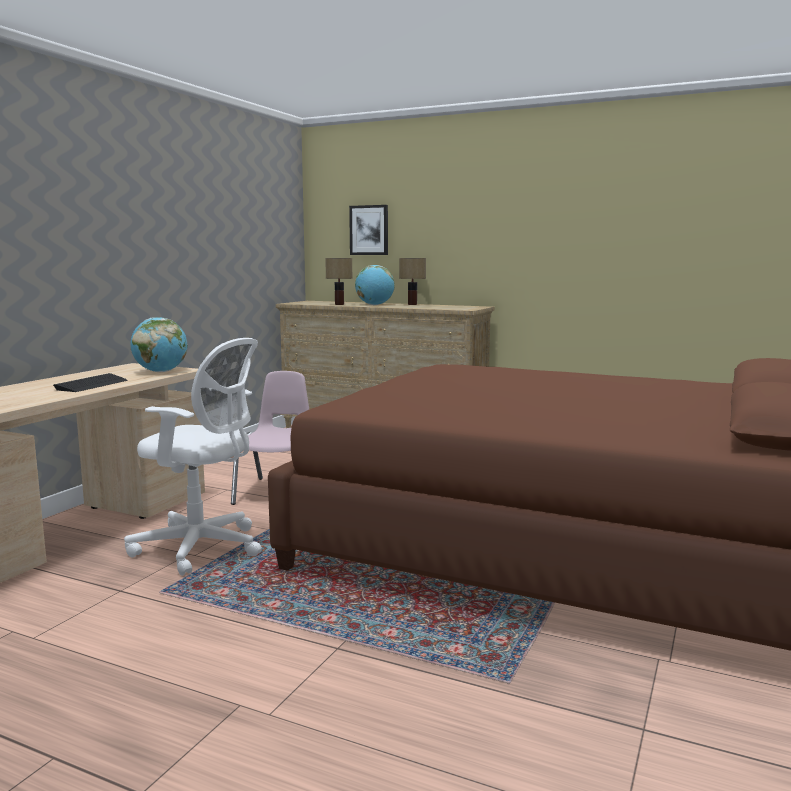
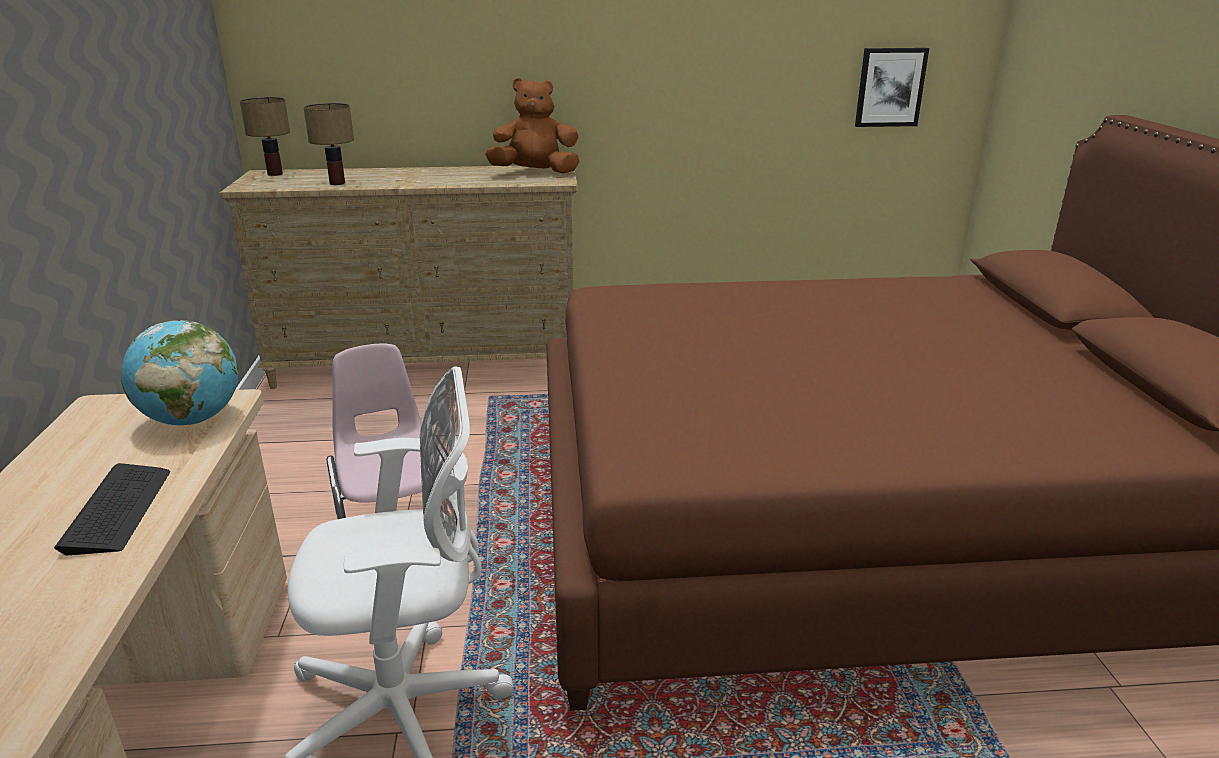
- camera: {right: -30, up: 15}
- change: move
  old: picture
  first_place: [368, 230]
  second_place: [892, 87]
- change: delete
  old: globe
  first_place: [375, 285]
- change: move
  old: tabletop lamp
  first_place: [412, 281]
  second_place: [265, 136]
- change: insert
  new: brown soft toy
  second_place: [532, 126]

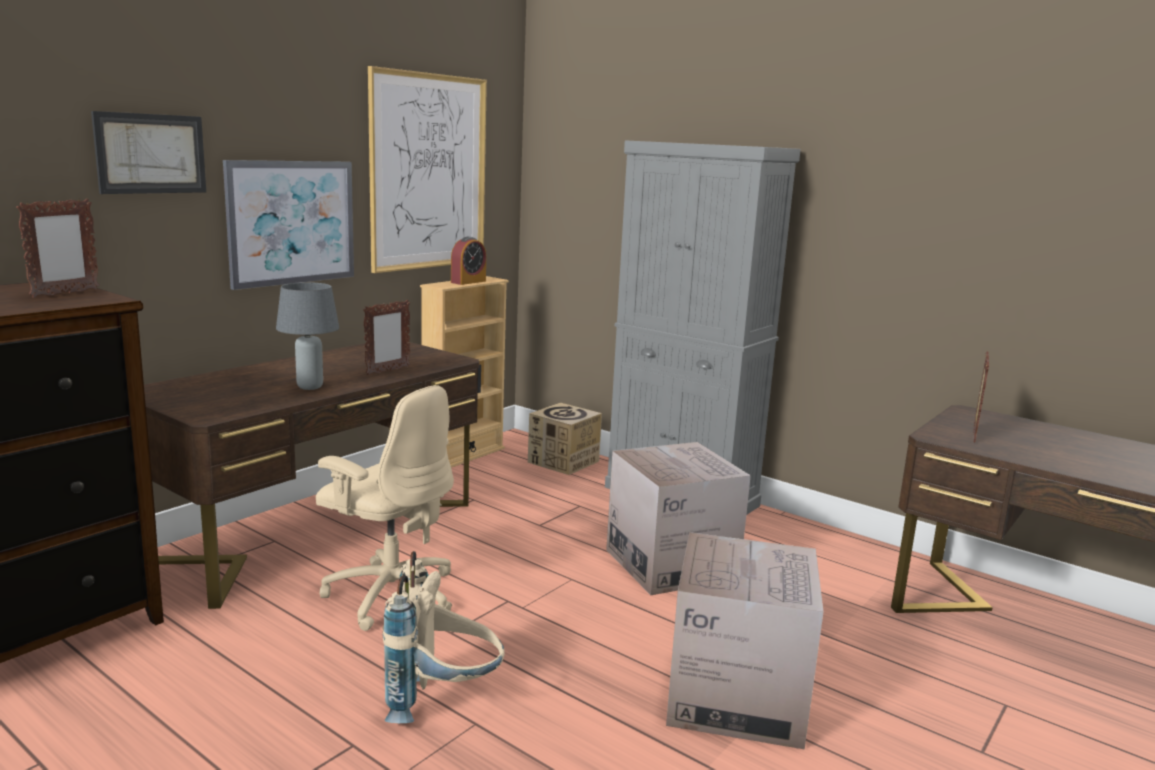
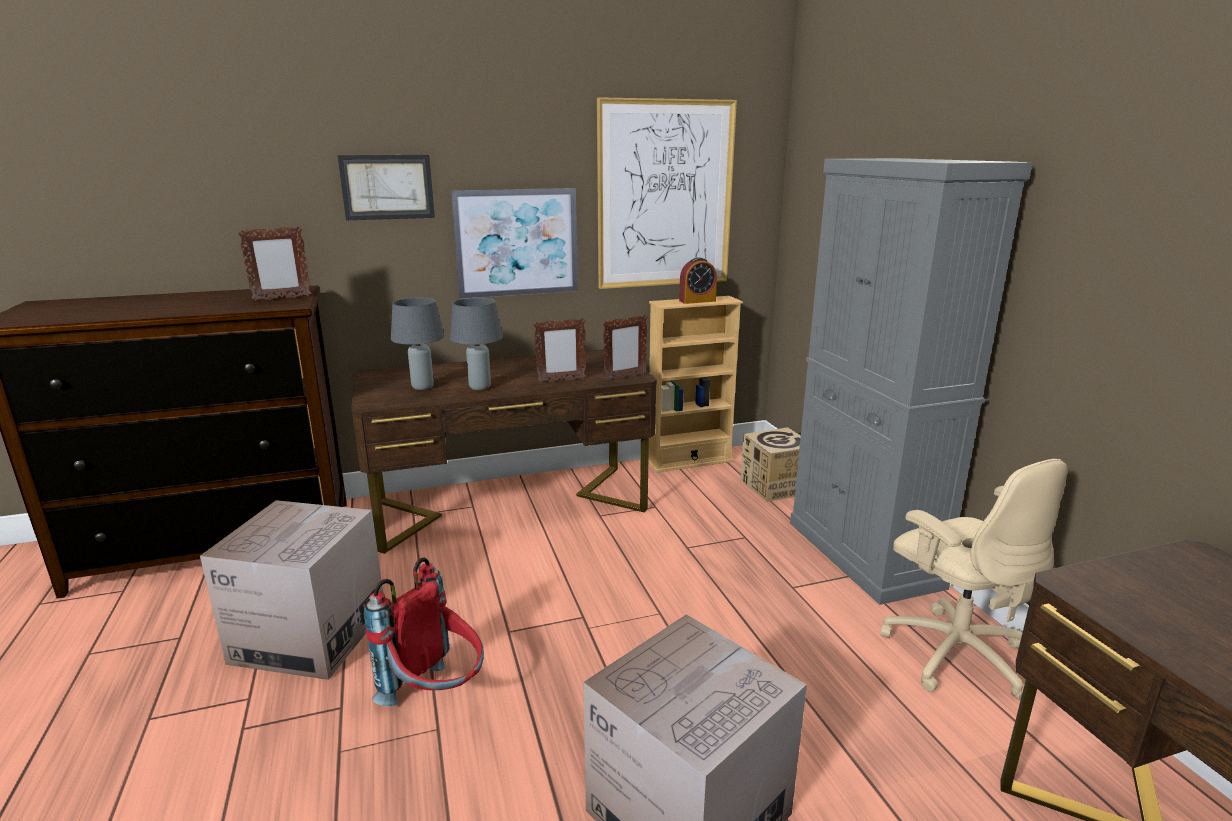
- camera: {right: 35, up: 5}
- change: move
  old: beige office chair
  first_place: [385, 508]
  second_place: [973, 579]
- change: recolor
  old: beige rucksack
  new: reddish rucksack
  first_place: [444, 637]
  second_place: [424, 632]
- change: move
  old: carton
  first_place: [678, 518]
  second_place: [291, 590]
- change: move
  old: photo frame
  first_place: [981, 396]
  second_place: [625, 348]
- change: insert
  new: greyish tabletop lamp
  second_place: [418, 343]

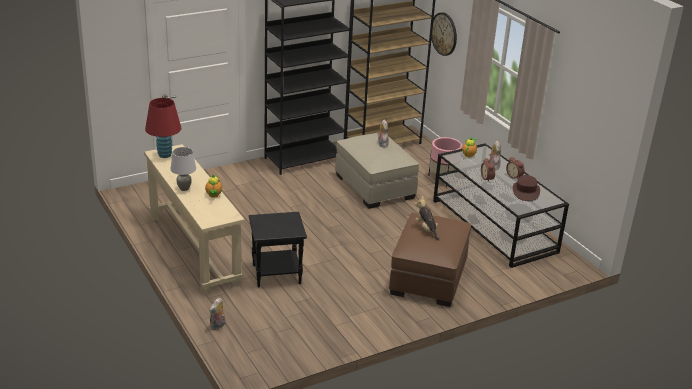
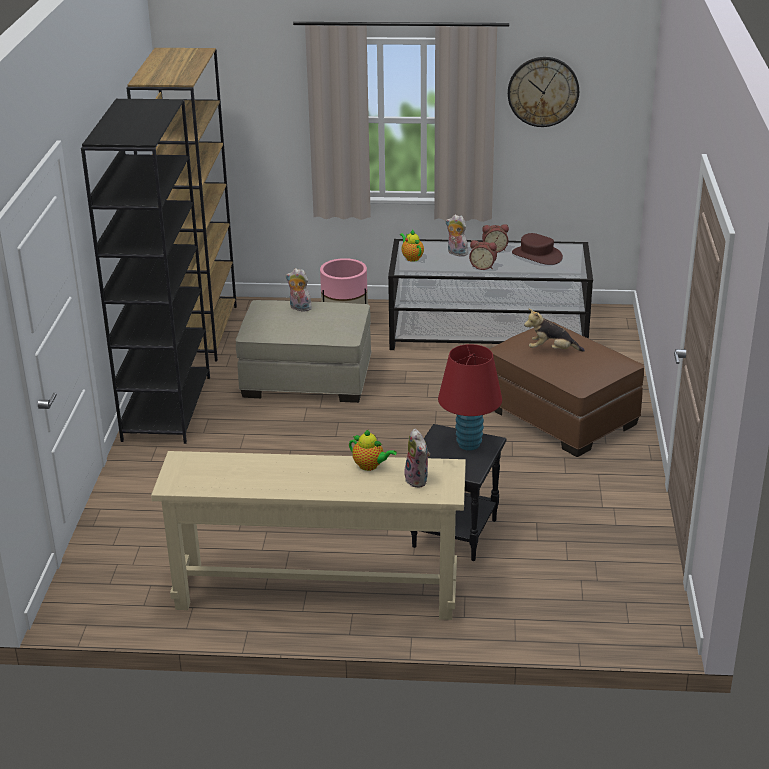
- camera: {right: -55, up: 0}
- change: move
  old: reddish tabletop lamp
  first_place: [163, 128]
  second_place: [470, 397]
- change: delete
  old: greyish tabletop lamp
  first_place: [183, 169]
- change: move
  old: soft toy
  first_place: [217, 314]
  second_place: [417, 458]
- change: move
  old: hanging clock
  first_place: [444, 34]
  second_place: [543, 92]

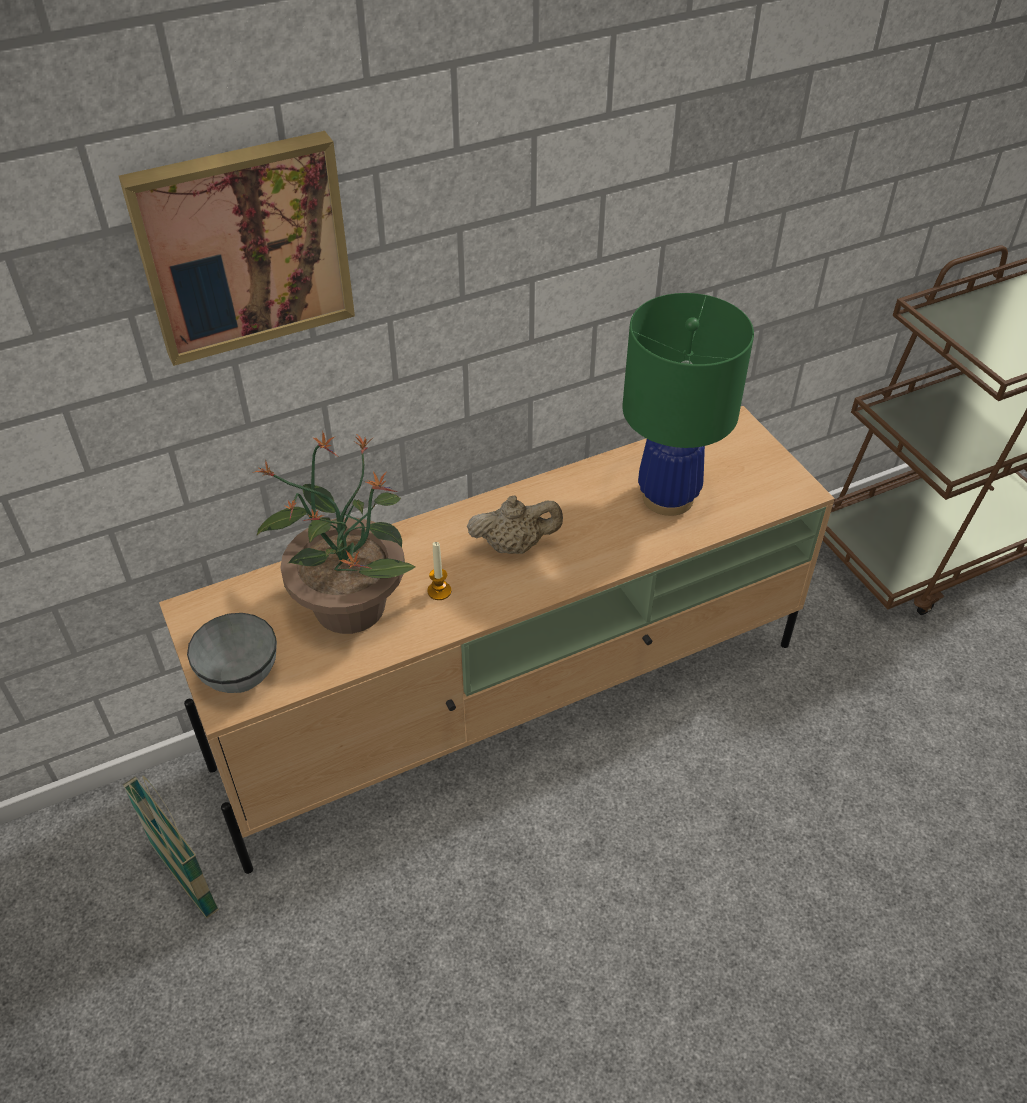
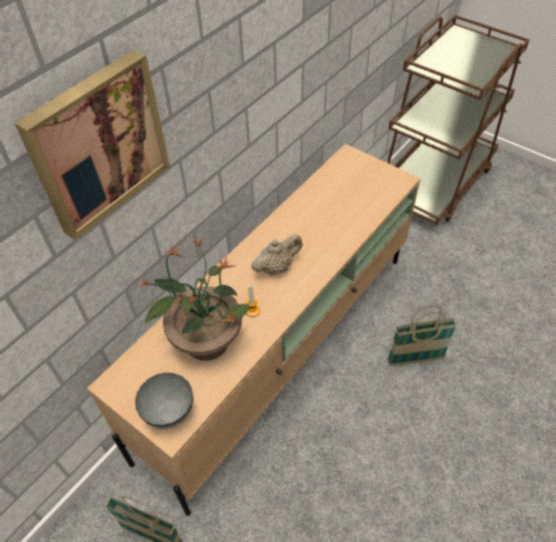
- camera: {right: -25, up: 5}
- change: delete
  old: green tabletop lamp
  first_place: [688, 404]
- change: insert
  new: basket
  second_place: [422, 336]

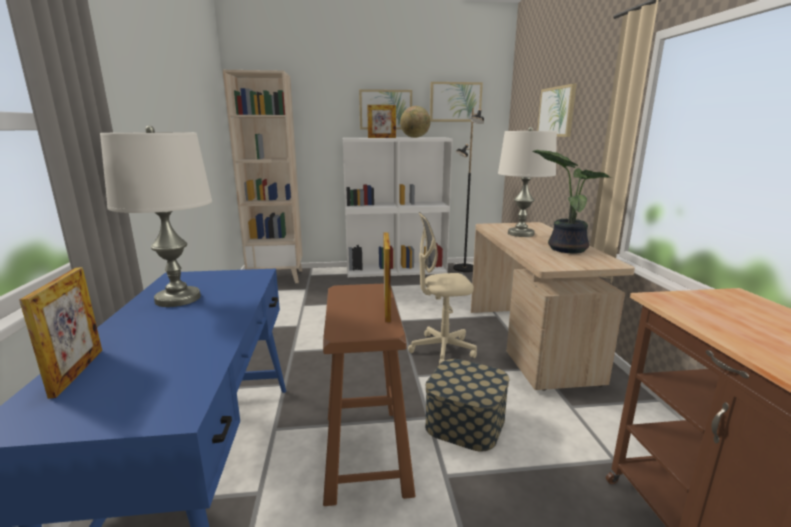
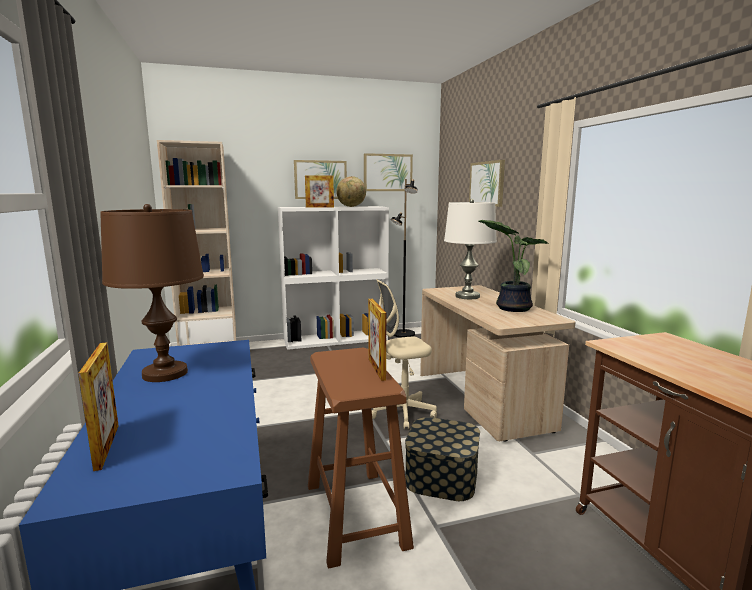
- camera: {right: -10, up: -5}
- change: recolor
  old: white-coloured tabletop lamp
  new: brown tabletop lamp
  first_place: [156, 216]
  second_place: [152, 293]

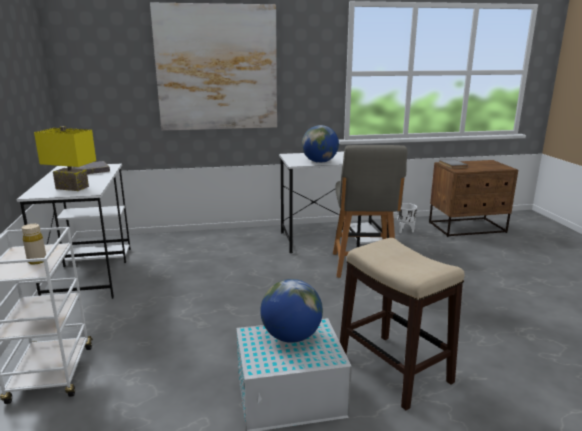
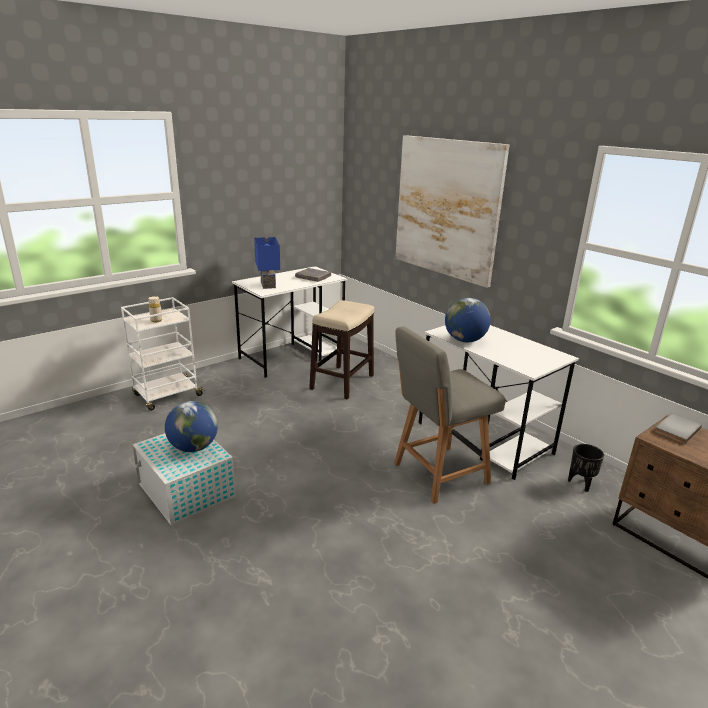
- camera: {right: 60, up: 5}
- change: recolor
  old: yellowish tabletop lamp
  new: blue tabletop lamp
  first_place: [65, 158]
  second_place: [267, 263]
- change: move
  old: sitting stool
  first_place: [402, 324]
  second_place: [341, 350]
- change: recolor
  old: white-coloured plant pot
  new: blackish plant pot
  first_place: [407, 218]
  second_place: [586, 468]

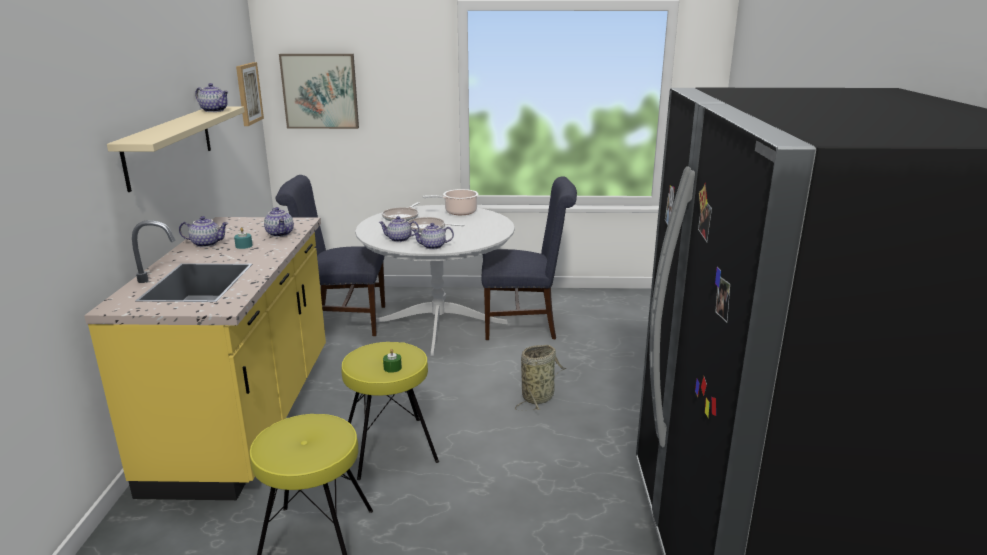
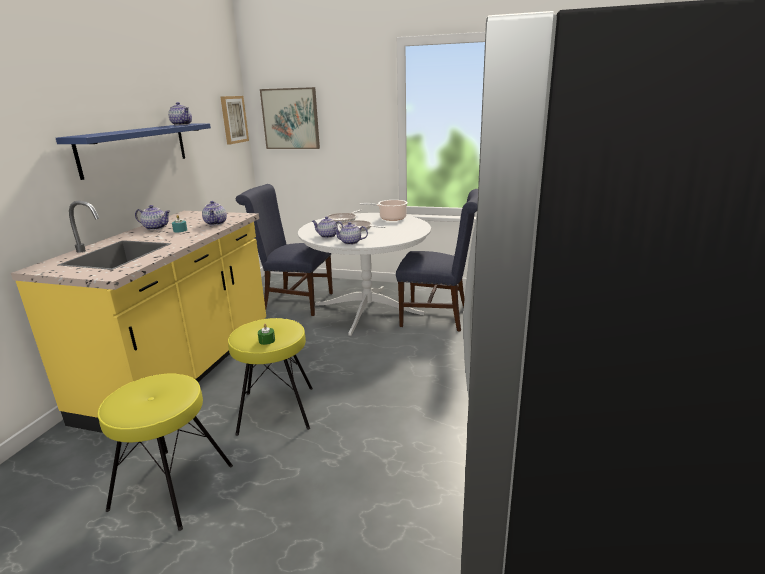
- camera: {right: 15, up: 0}
- change: recolor
  old: beige shelf
  new: blue shelf
  first_place: [176, 149]
  second_place: [133, 151]
- change: delete
  old: basket
  first_place: [541, 378]

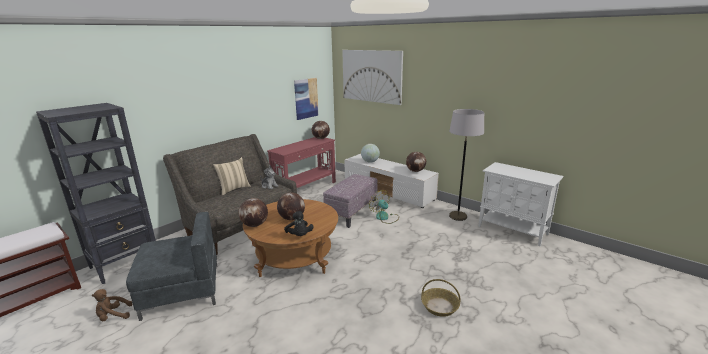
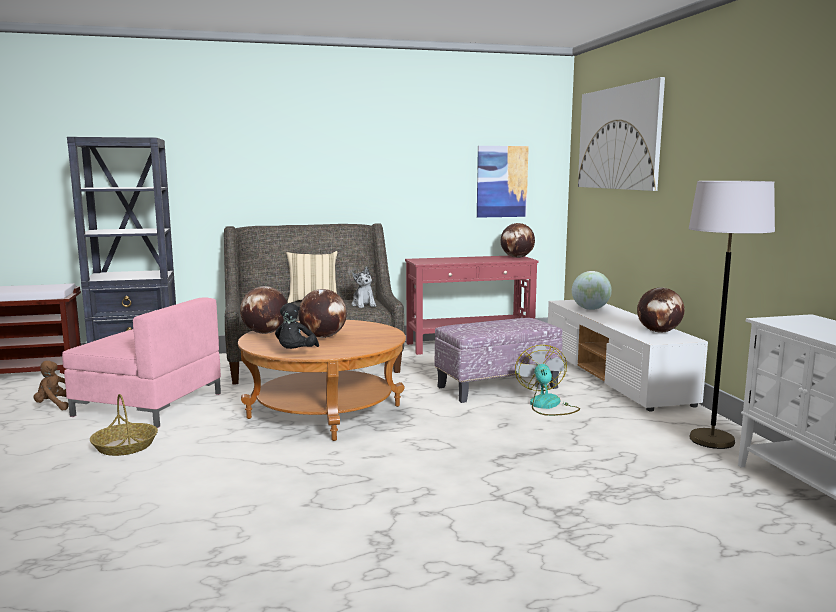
- camera: {right: 35, up: -10}
- change: recolor
  old: greyish easy chair
  new: pink easy chair
  first_place: [171, 266]
  second_place: [141, 362]
- change: move
  old: basket
  first_place: [441, 298]
  second_place: [124, 425]

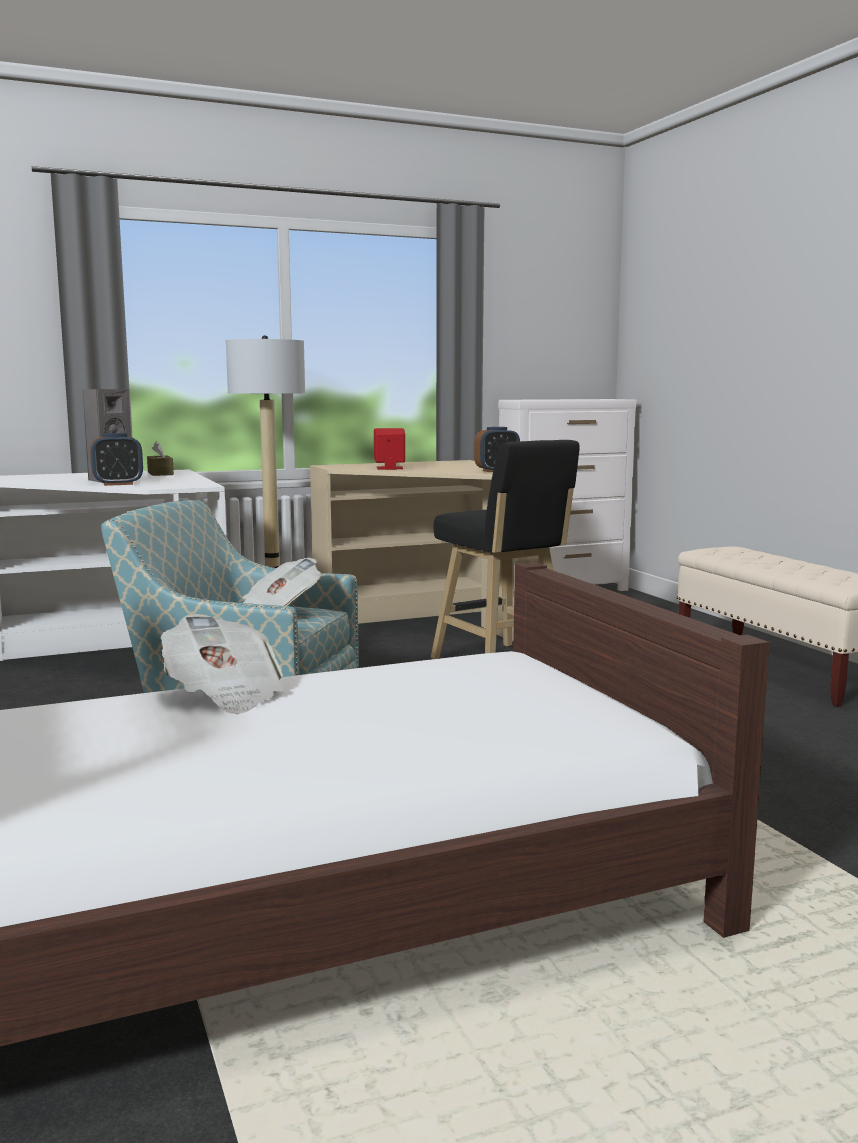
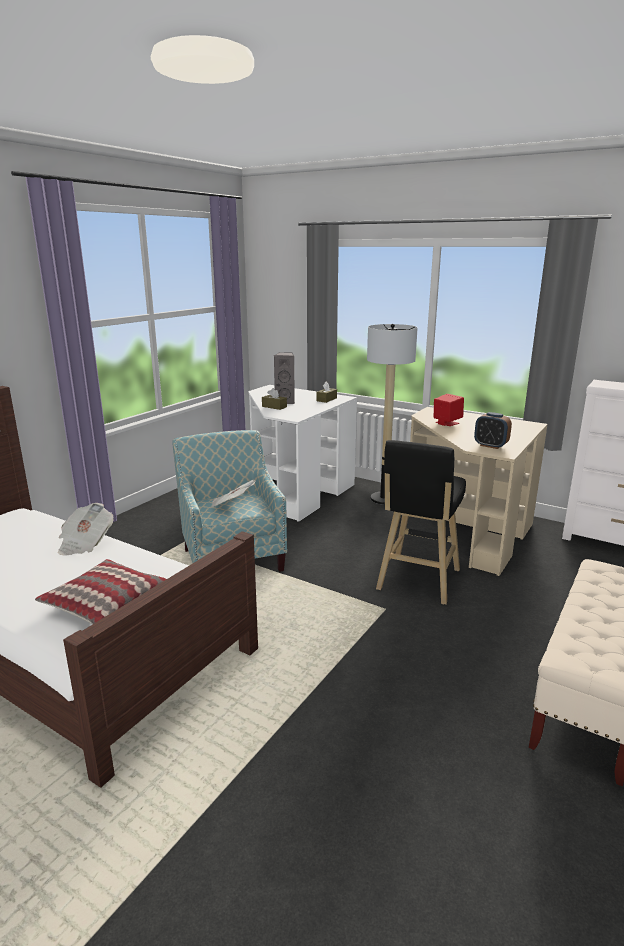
- camera: {right: 55, up: 10}
- change: replace
  old: alarm clock
  new: brown tissue holder
  first_place: [116, 459]
  second_place: [274, 399]
- change: insert
  new: pillow
  second_place: [100, 591]

